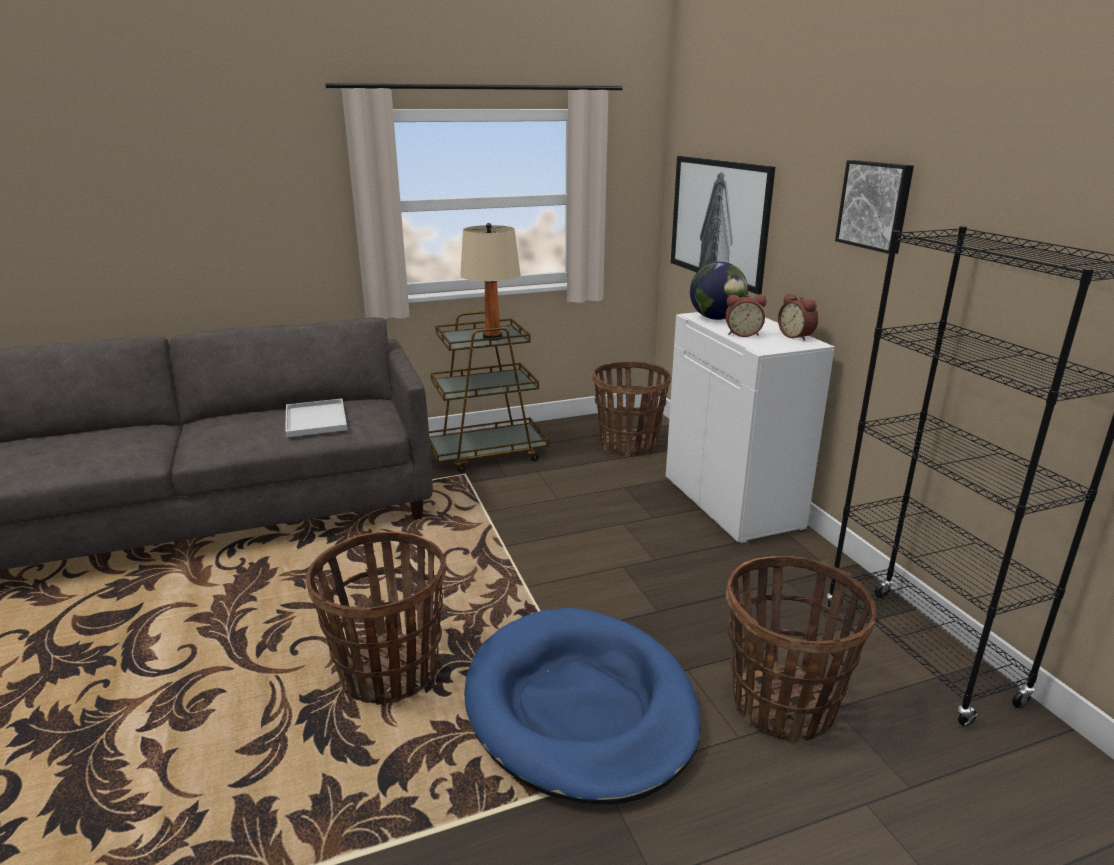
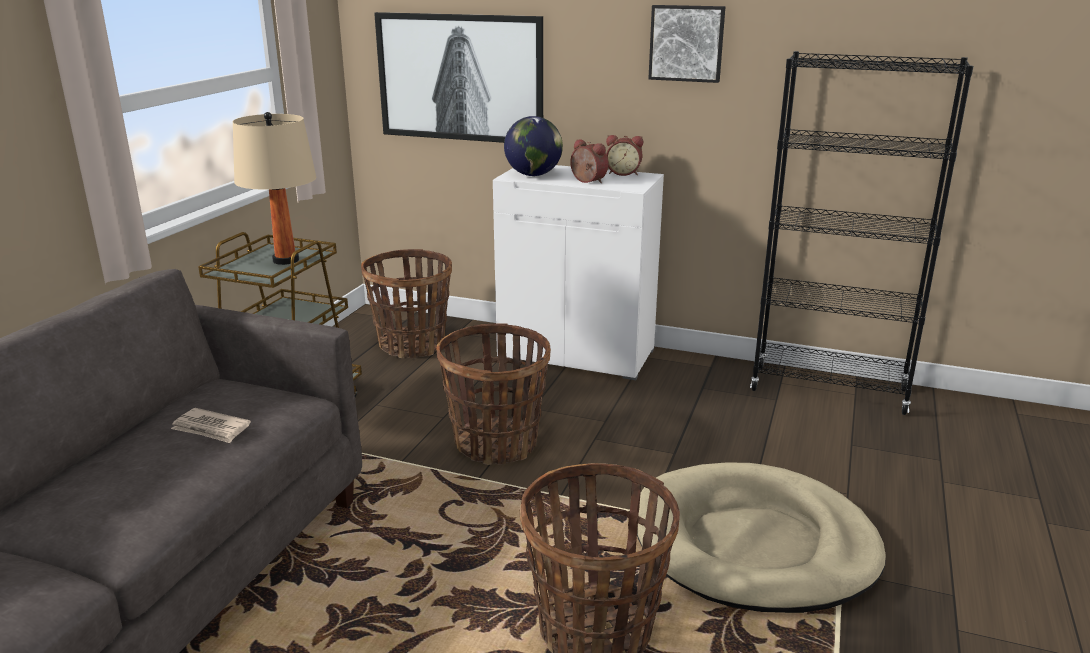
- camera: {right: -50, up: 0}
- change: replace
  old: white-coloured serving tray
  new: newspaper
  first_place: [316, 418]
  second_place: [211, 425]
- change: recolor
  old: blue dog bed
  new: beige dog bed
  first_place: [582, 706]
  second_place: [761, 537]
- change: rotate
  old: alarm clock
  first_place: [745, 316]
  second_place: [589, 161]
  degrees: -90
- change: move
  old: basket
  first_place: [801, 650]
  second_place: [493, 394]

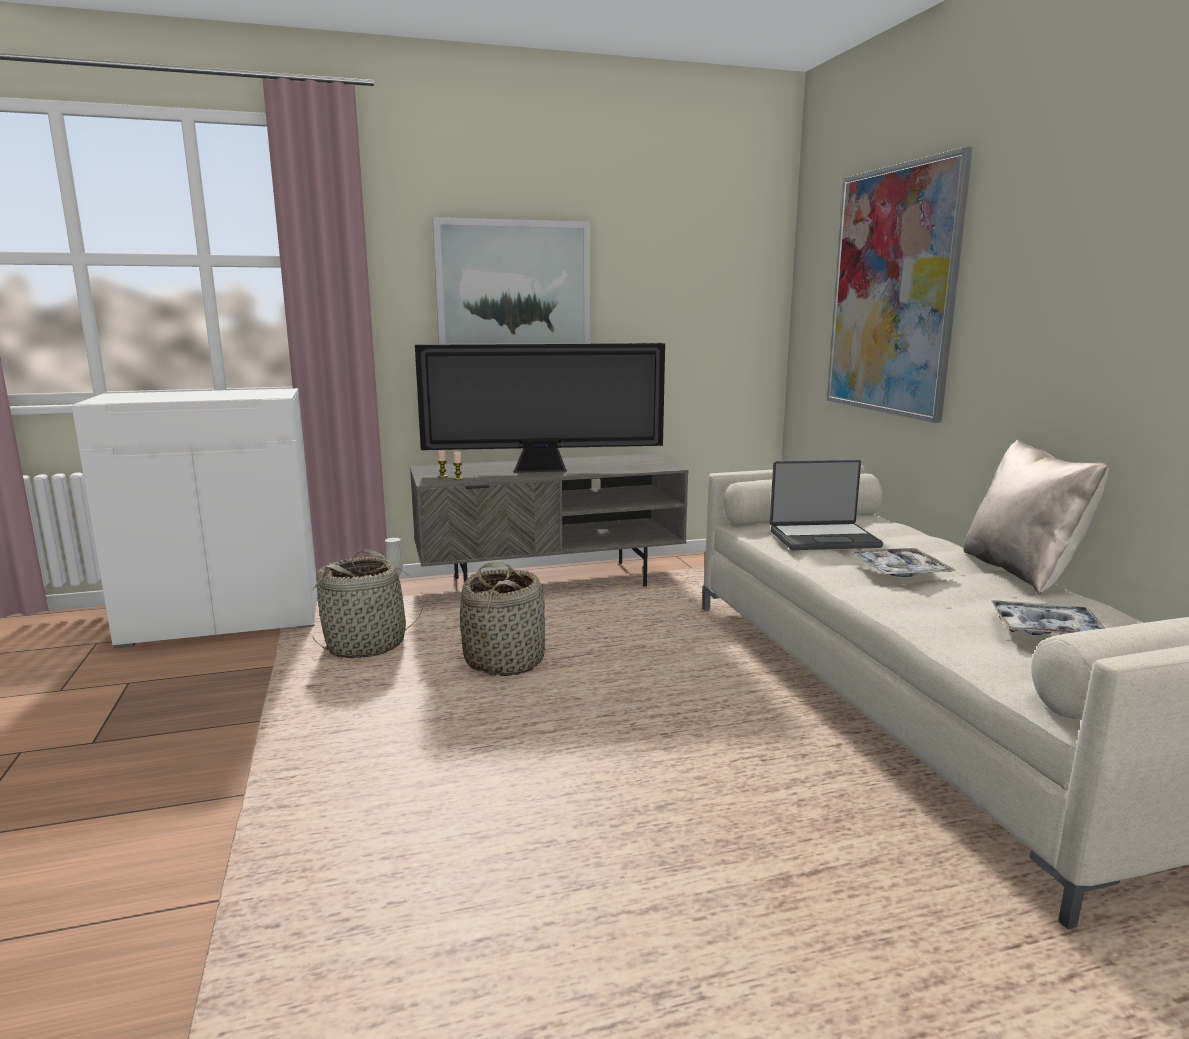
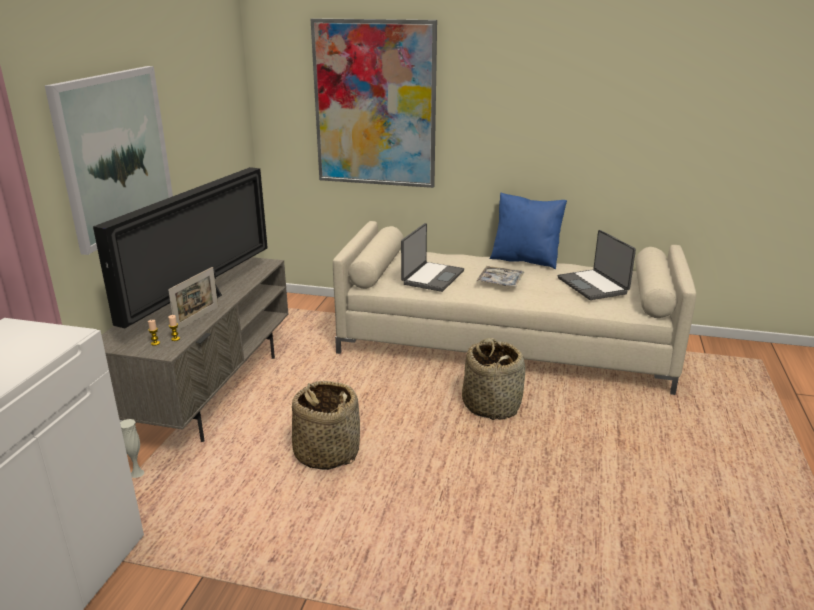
- camera: {right: -60, up: 10}
- change: move
  old: basket
  first_place: [367, 603]
  second_place: [493, 379]
- change: recolor
  old: beige pillow
  new: blue pillow
  first_place: [1036, 517]
  second_place: [528, 230]
- change: replace
  old: serving tray
  new: notebook computer
  first_place: [1048, 617]
  second_place: [597, 265]
- change: insert
  new: photo frame
  second_place: [193, 299]

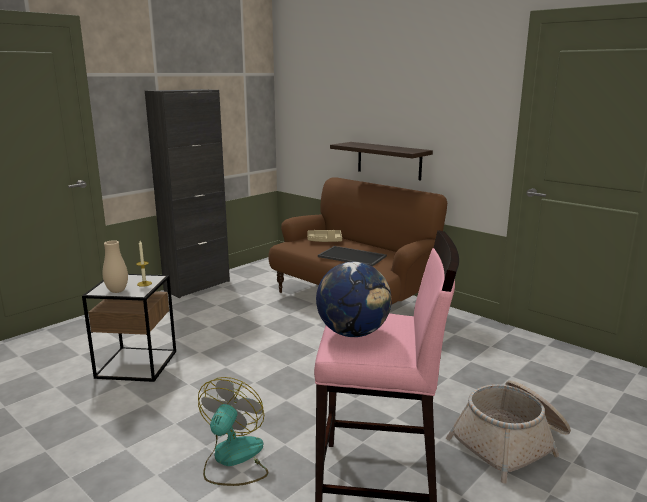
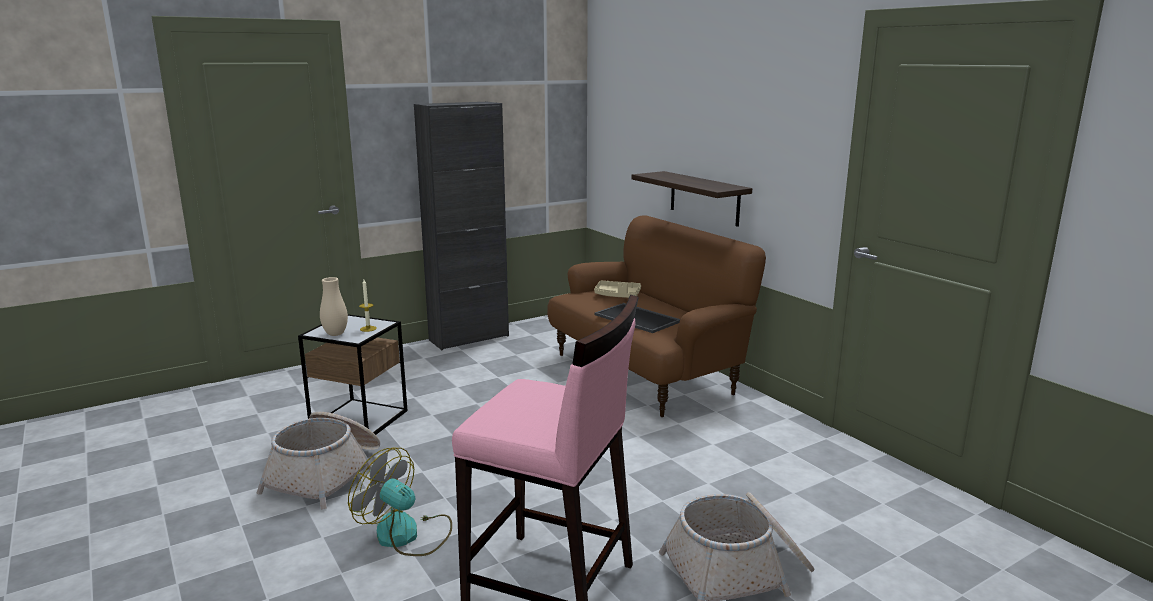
- camera: {right: 15, up: 0}
- change: rotate
  old: cooling fan
  first_place: [233, 431]
  second_place: [400, 501]
  degrees: -90
- change: delete
  old: globe
  first_place: [354, 299]
- change: insert
  new: basket
  second_place: [318, 461]

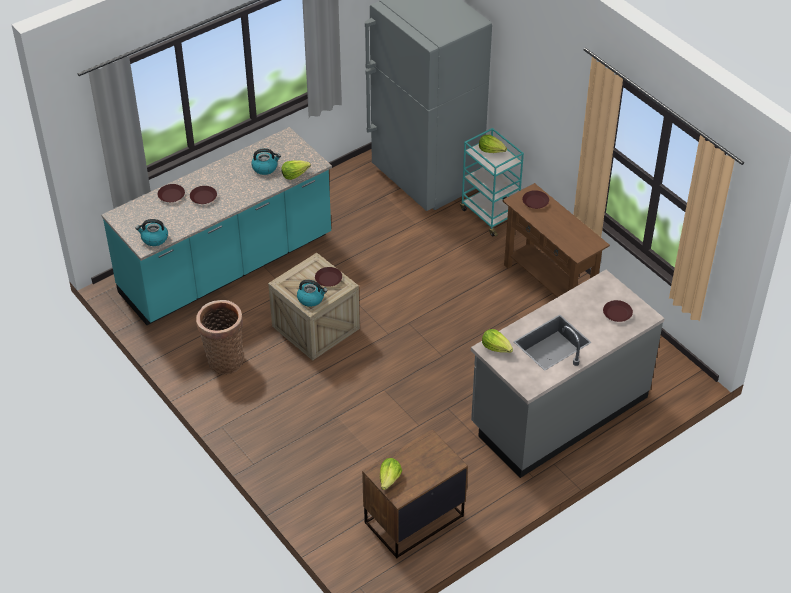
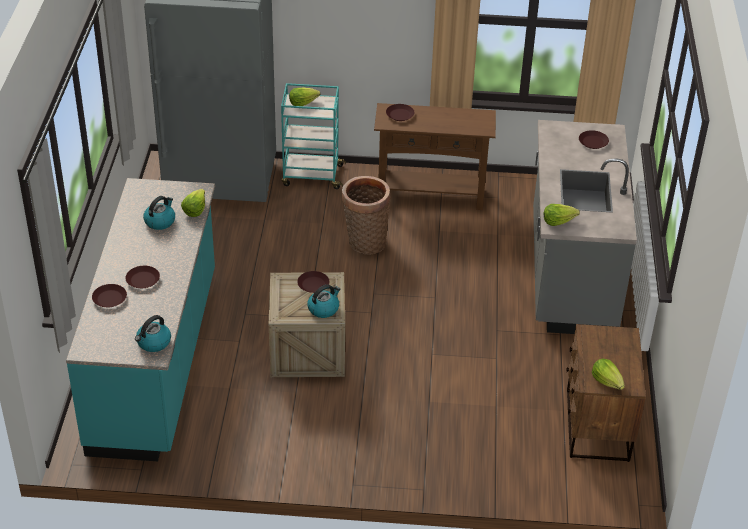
- camera: {right: -50, up: -5}
- change: move
  old: basket
  first_place: [220, 337]
  second_place: [366, 215]

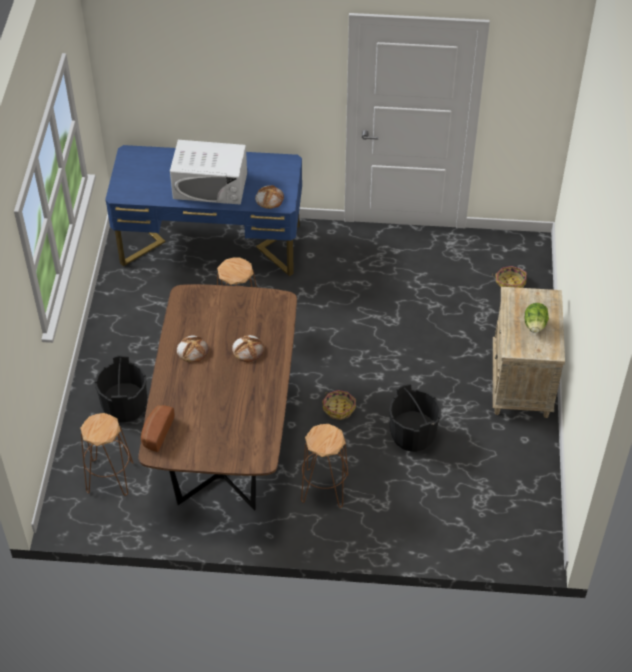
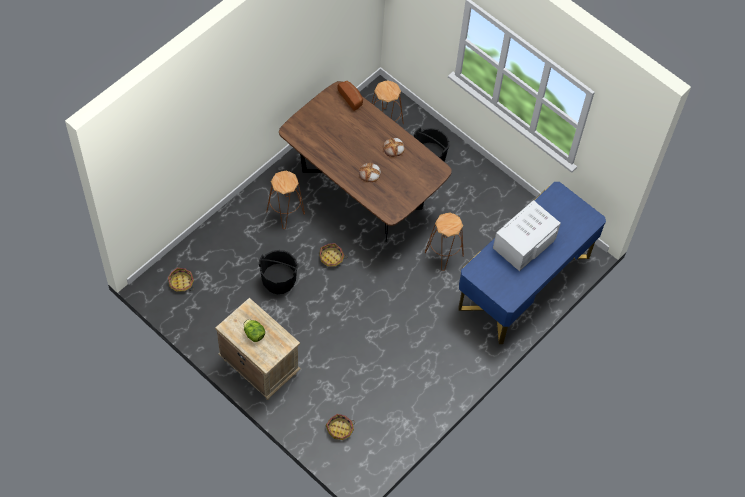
- camera: {right: 125, up: 10}
- change: delete
  old: baked bread
  first_place: [269, 197]
- change: insert
  new: basket
  second_place: [181, 280]

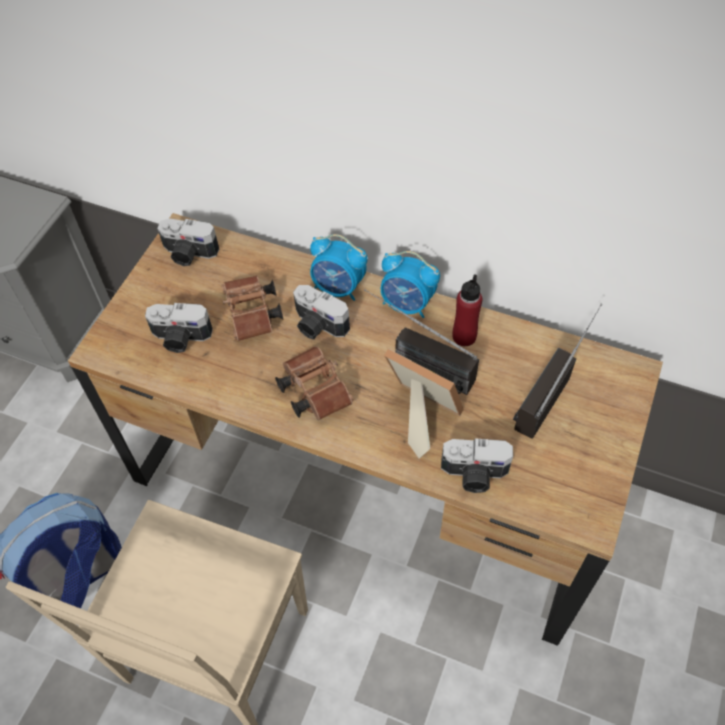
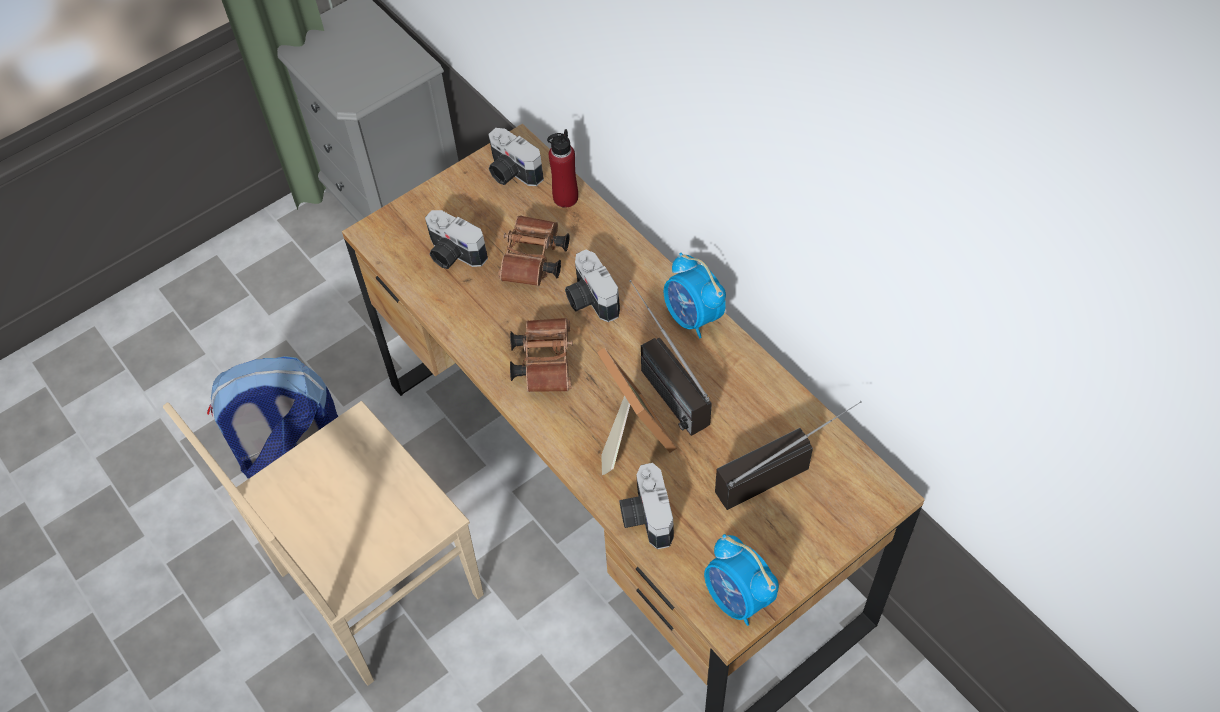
- camera: {right: 30, up: 0}
- change: move
  old: alarm clock
  first_place: [339, 267]
  second_place: [741, 580]
- change: rotate
  old: photo camera
  first_place: [477, 465]
  second_place: [646, 506]
  degrees: 45
- change: move
  old: reddish drink bottle
  first_place: [467, 310]
  second_place: [562, 168]

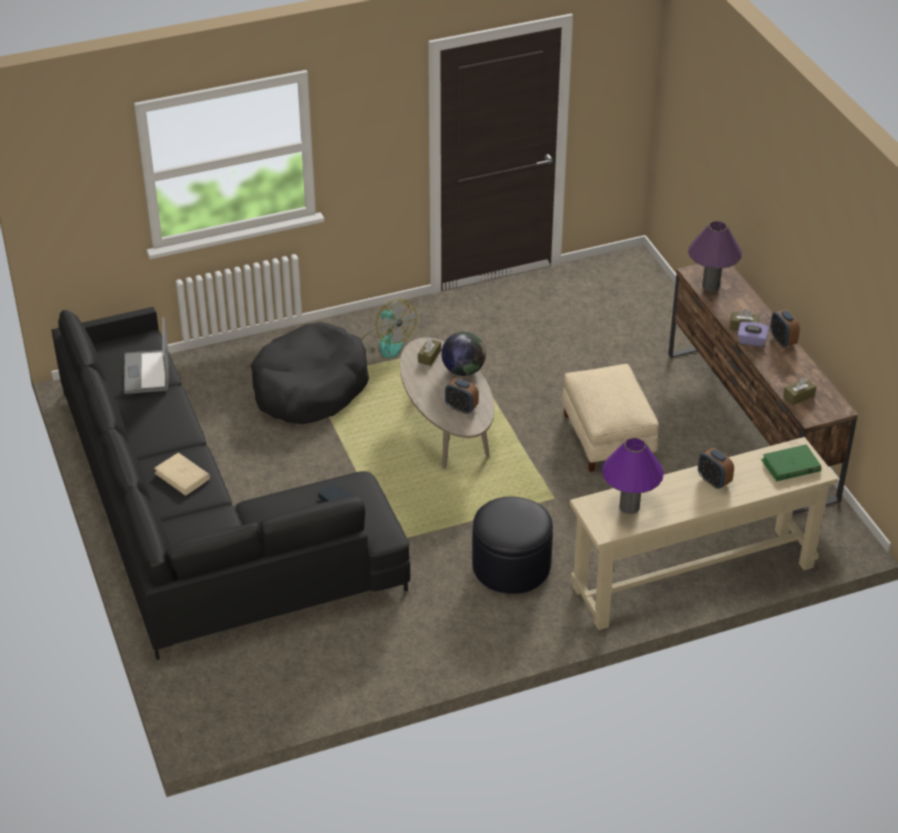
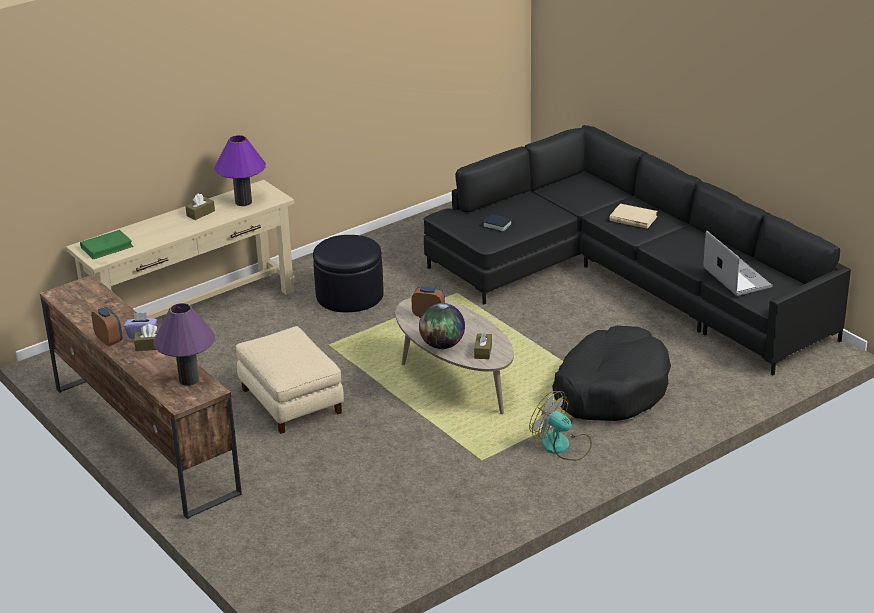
- camera: {right: 165, up: -10}
- change: delete
  old: alarm clock
  first_place: [716, 468]
- change: move
  old: brown tissue holder
  first_place: [799, 391]
  second_place: [200, 206]

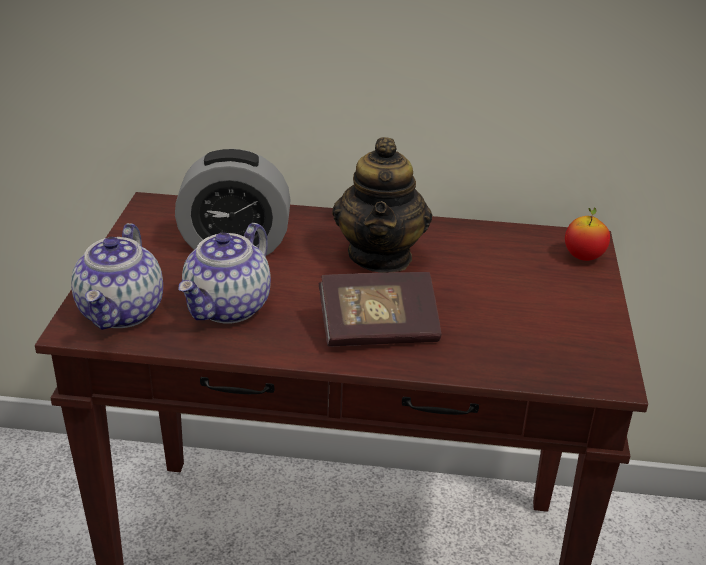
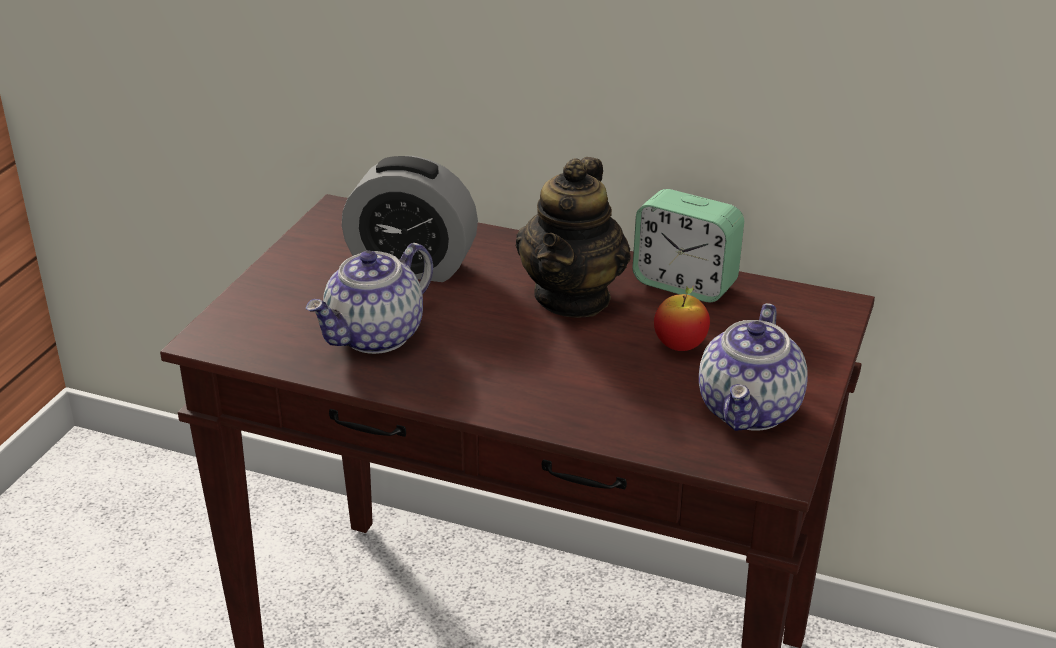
- camera: {right: 15, up: 0}
- change: move
  old: pot for tea
  first_place: [117, 276]
  second_place: [753, 367]
- change: delete
  old: book
  first_place: [380, 309]
- change: move
  old: apple
  first_place: [587, 234]
  second_place: [682, 319]
- change: insert
  new: alarm clock
  second_place: [688, 245]

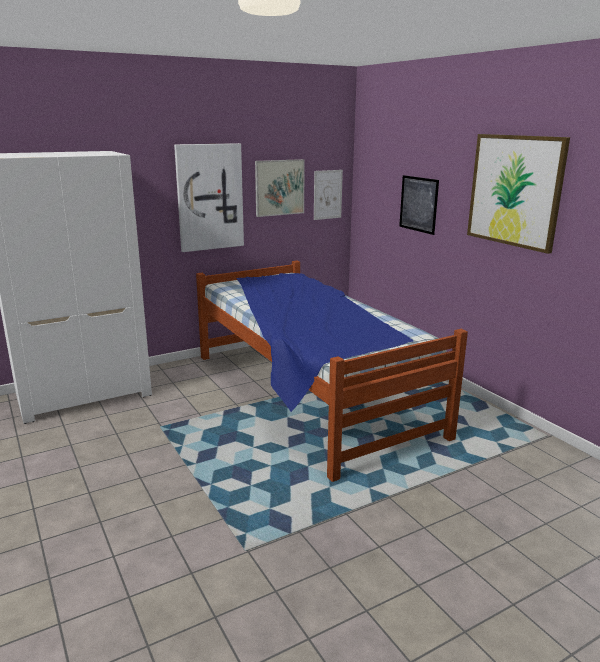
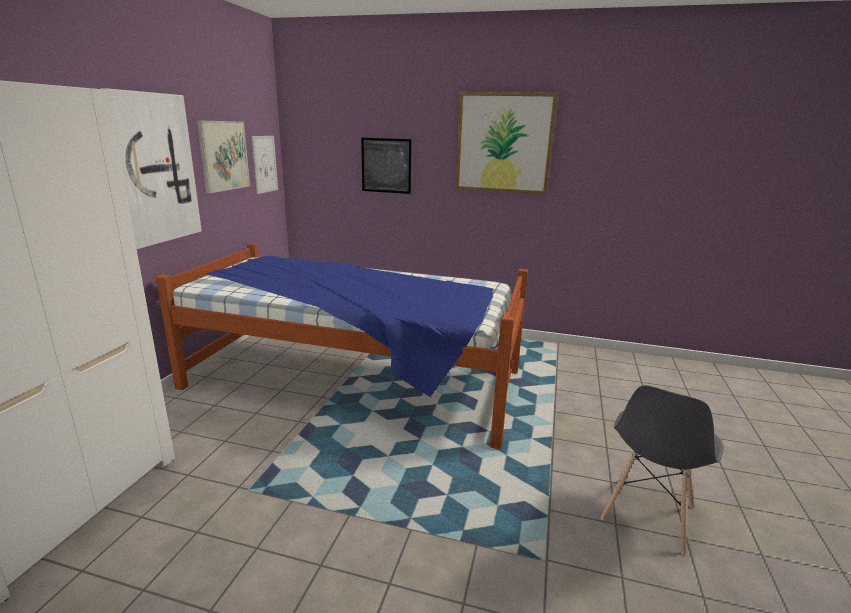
- camera: {right: -45, up: 0}
- change: insert
  new: greyish chair
  second_place: [662, 470]

